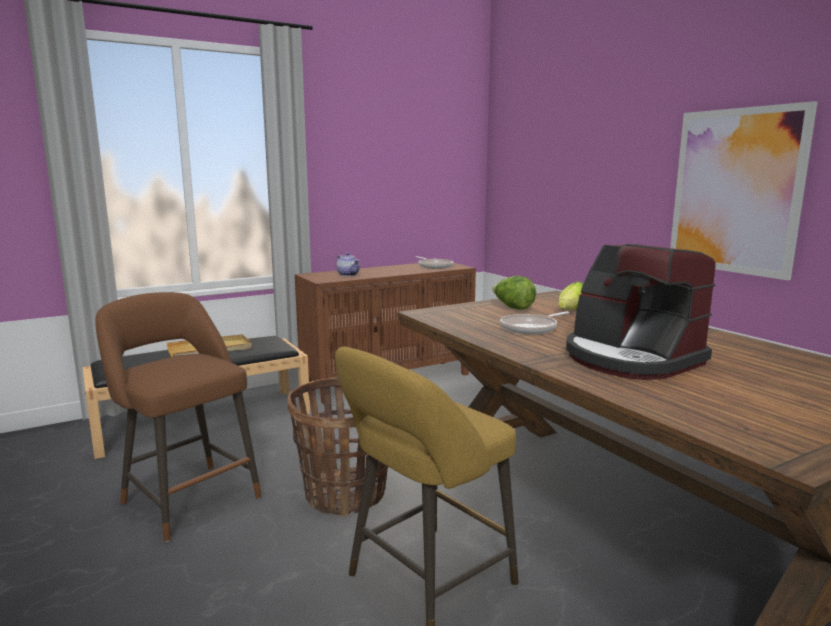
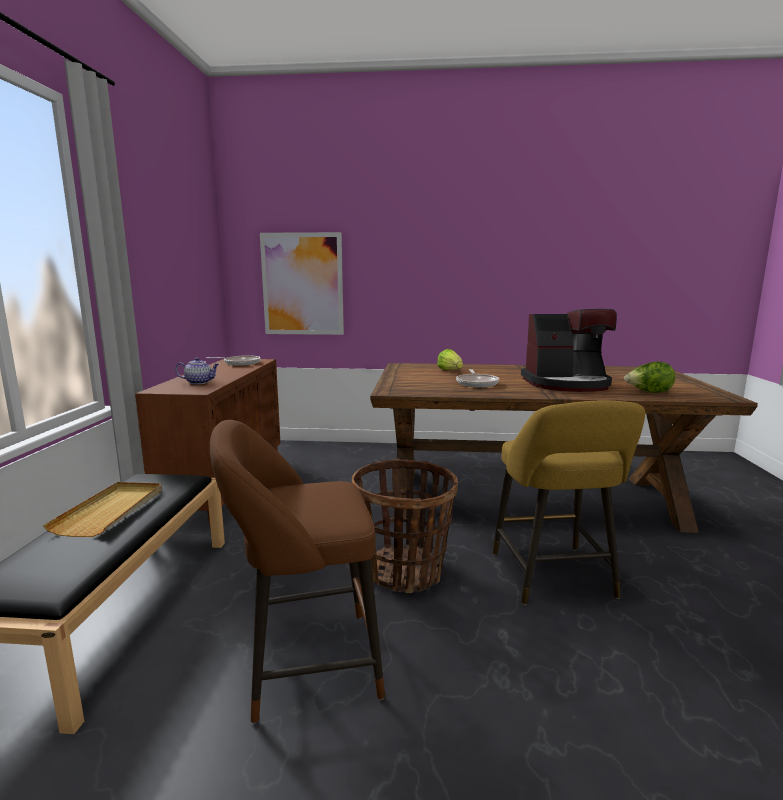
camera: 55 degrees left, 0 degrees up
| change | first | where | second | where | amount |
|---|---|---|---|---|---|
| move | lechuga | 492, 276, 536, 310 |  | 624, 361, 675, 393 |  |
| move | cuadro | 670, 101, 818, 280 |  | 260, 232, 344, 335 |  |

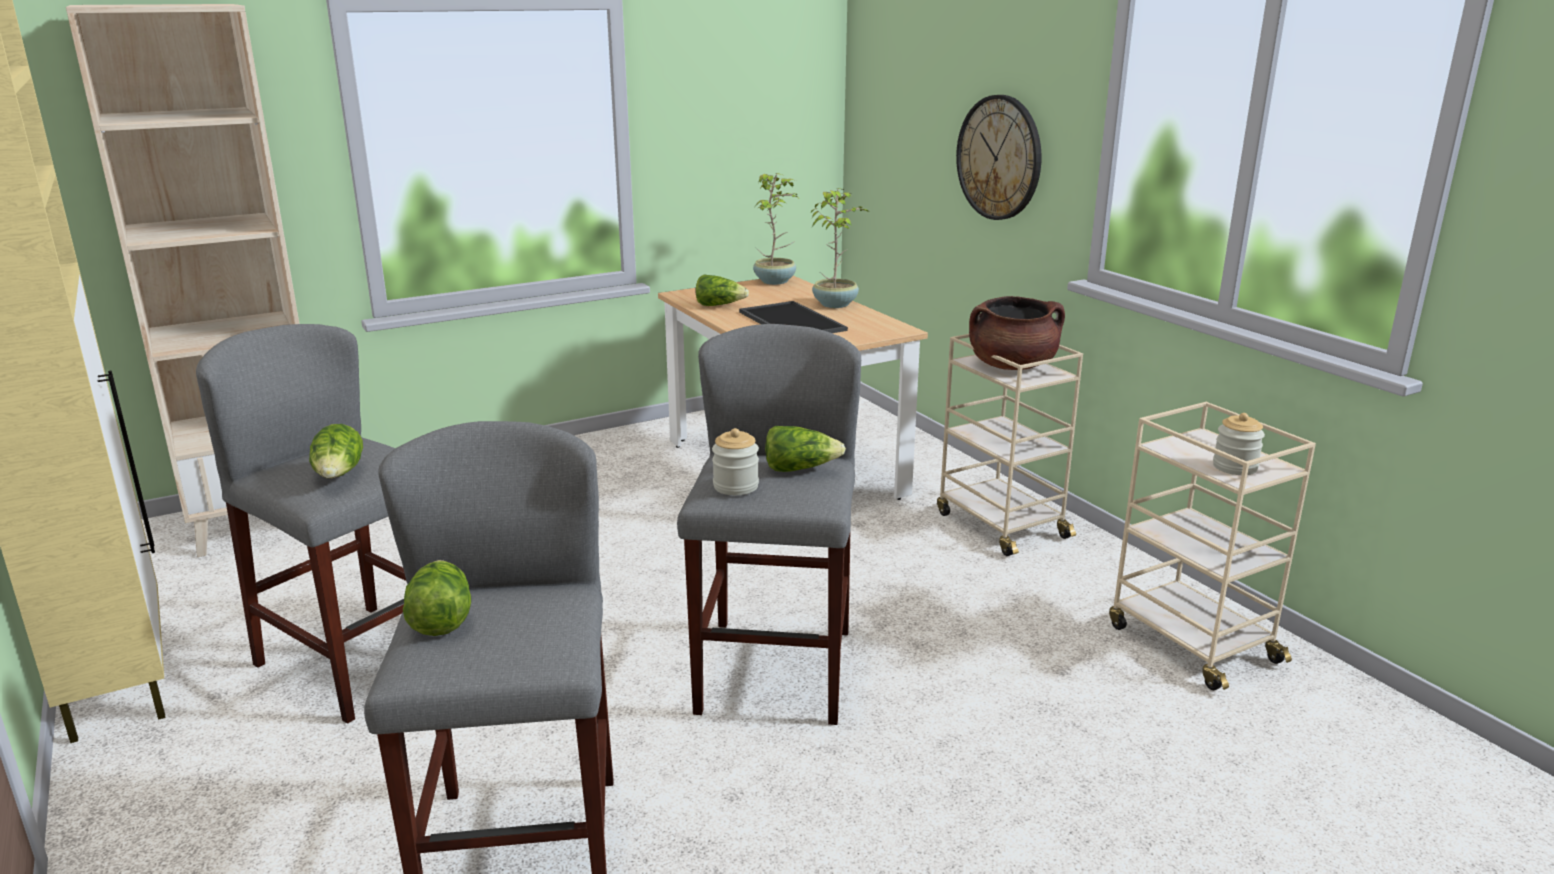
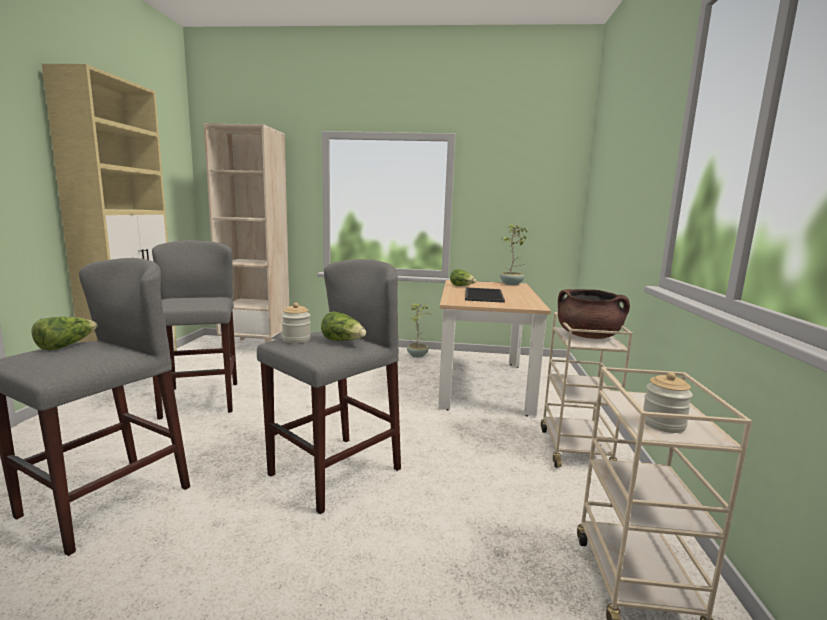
camera: 35 degrees right, 10 degrees down
| change | first | where | second | where | amount |
|---|---|---|---|---|---|
| delete | lechuga | 309, 424, 363, 479 |  |  |  |
| move | planta en maceta | 811, 188, 869, 308 |  | 407, 303, 432, 358 |  |
| delete | reloj de pared | 956, 95, 1041, 220 |  |  |  |

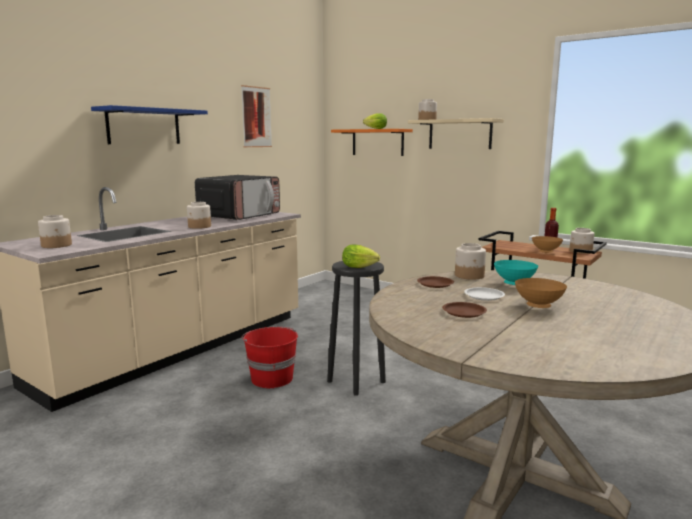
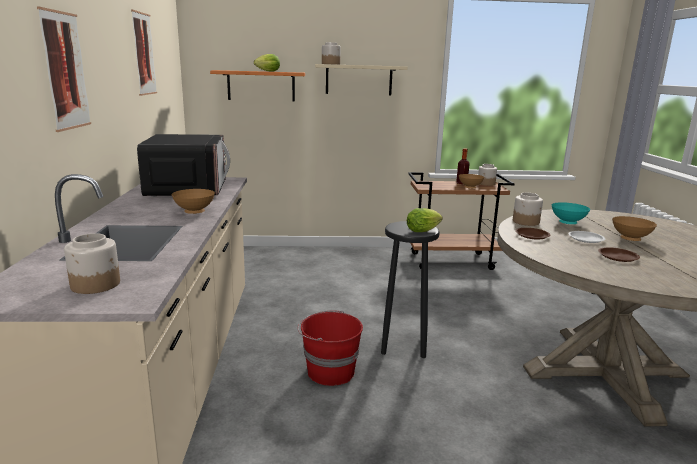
camera: 40 degrees left, 5 degrees up
| change | first | where | second | where | amount |
|---|---|---|---|---|---|
| replace | estante/azul | 91, 105, 208, 144 | cuadro | 37, 7, 91, 132 |  |
| replace | tarro | 187, 202, 211, 229 | cuenco/marrón | 171, 189, 215, 214 |  |

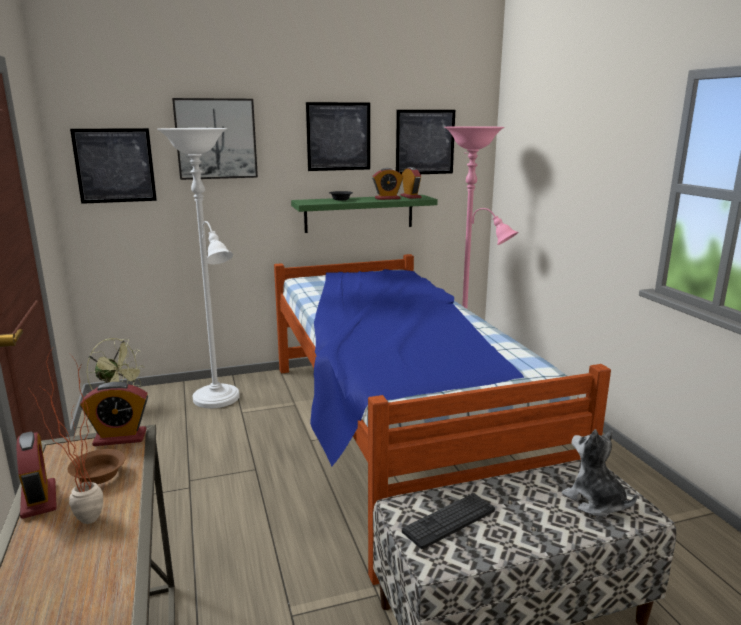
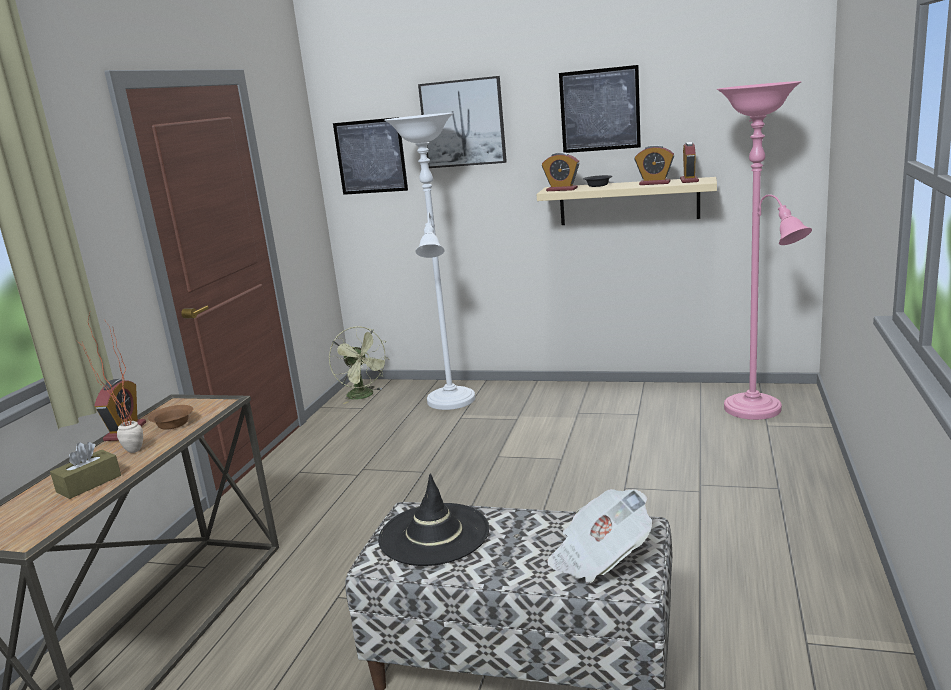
camera: 35 degrees right, 0 degrees up
| change | first | where | second | where | amount |
|---|---|---|---|---|---|
| move | despertador | 80, 382, 148, 446 |  | 542, 152, 580, 191 |  |
| delete | cama | 274, 254, 611, 585 |  |  |  |
| recolor | estante/verde | 291, 195, 438, 233 | estante/beis | 537, 177, 717, 225 |  |
| delete | cuadro | 396, 110, 455, 174 |  |  |  |
| replace | teclado | 402, 493, 495, 549 | sombrero/negro | 378, 473, 489, 566 |  |
| replace | peluche | 562, 429, 637, 517 | periódico | 547, 489, 652, 583 |  |
| insert |  |  | caja de pañuelos/marrón | 50, 442, 121, 499 |  |

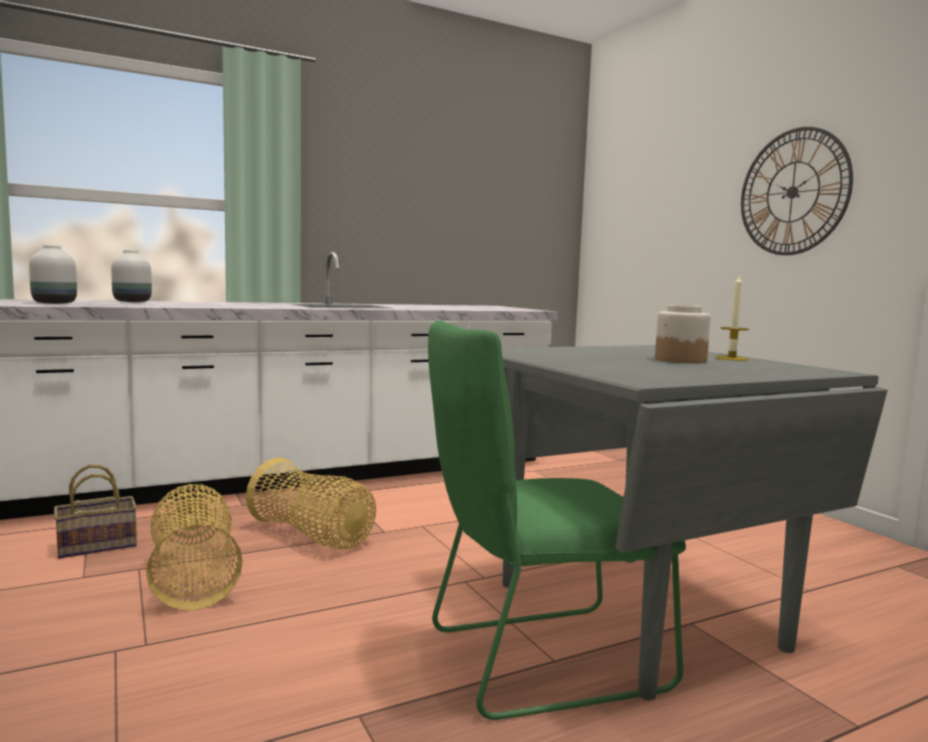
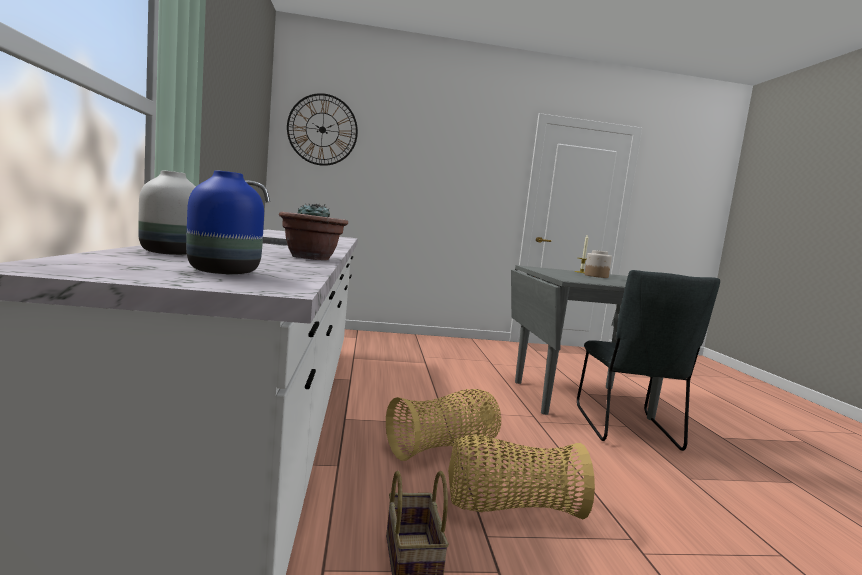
camera: 70 degrees left, 0 degrees up
| change | first | where | second | where | amount |
|---|---|---|---|---|---|
| recolor | florero/blanco | 29, 245, 77, 304 | florero/azul | 186, 170, 264, 274 |  |
| recolor | silla/verde | 428, 321, 686, 720 | silla/gris | 577, 270, 720, 451 |  |
| move | reloj de pared | 741, 127, 853, 255 |  | 287, 93, 358, 166 |  |
| insert |  |  | planta en maceta | 279, 203, 348, 260 |  |

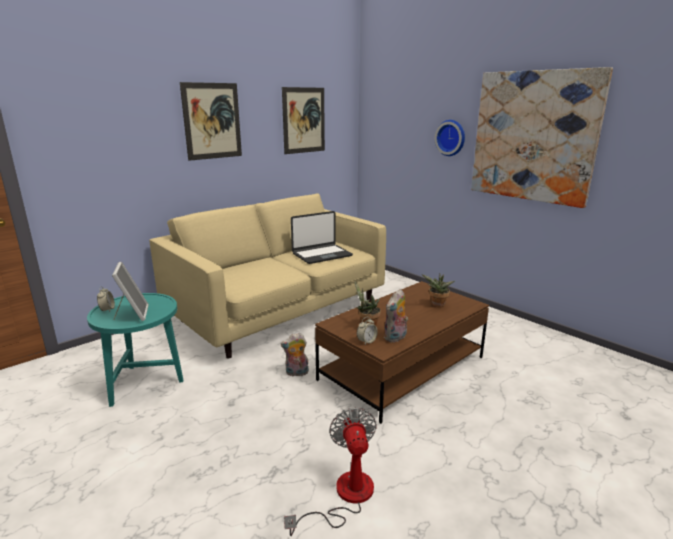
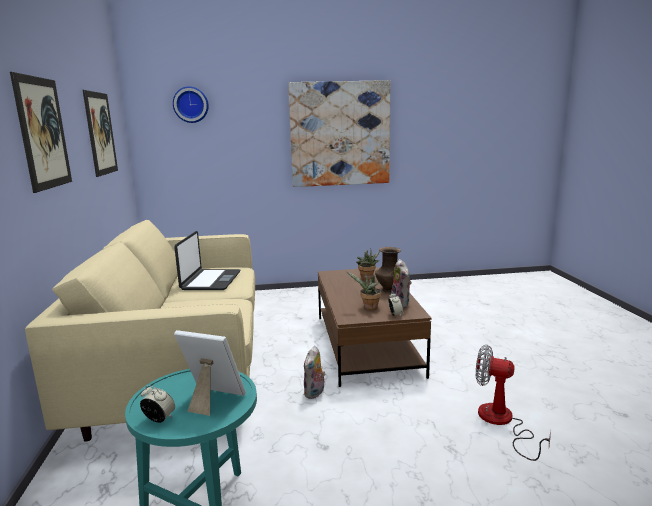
camera: 55 degrees left, 5 degrees down
| change | first | where | second | where | amount |
|---|---|---|---|---|---|
| move | reloj de pared | 435, 120, 465, 156 |  | 173, 86, 209, 123 |  |
| insert |  |  | florero/marrón | 375, 247, 401, 293 |  |

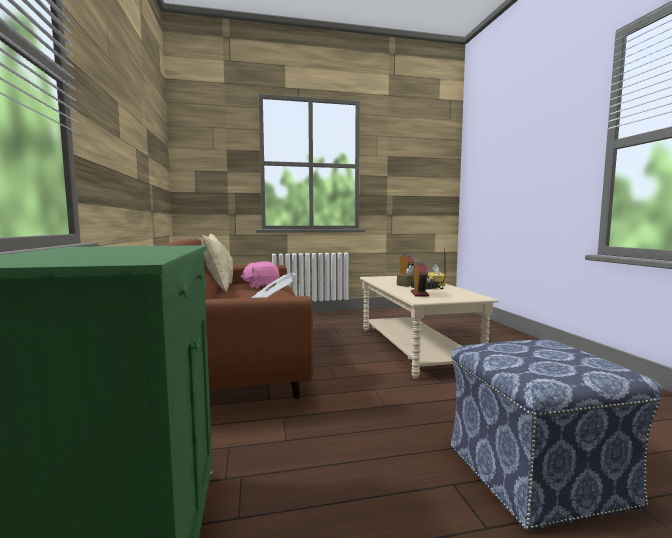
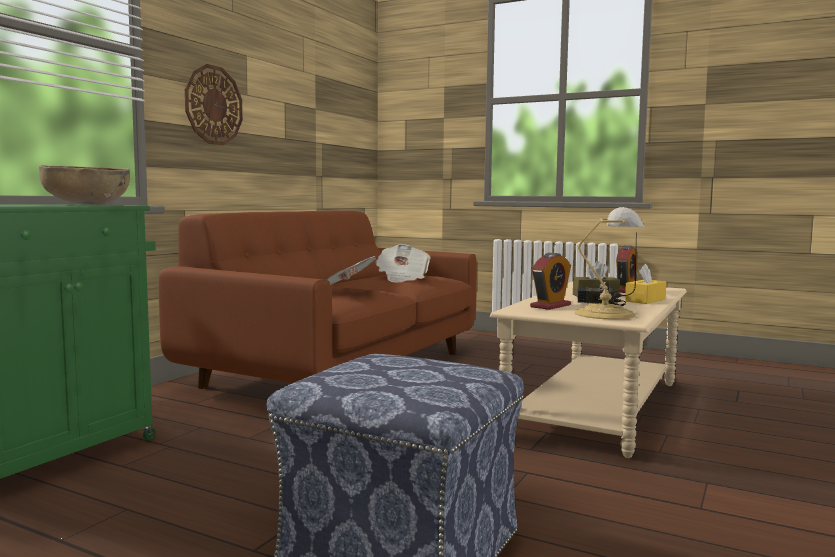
camera: 40 degrees right, 0 degrees up
| change | first | where | second | where | amount |
|---|---|---|---|---|---|
| delete | cojín/beis | 202, 233, 233, 292 |  |  |  |
| replace | peluche/rosa | 240, 261, 280, 289 | periódico | 375, 244, 431, 283 |  |
| insert |  |  | cuenco/marrón | 39, 165, 130, 205 |  |
| insert |  |  | reloj de pared | 185, 64, 243, 145 |  |
| insert |  |  | lámpara de mesa | 574, 207, 644, 320 |  |

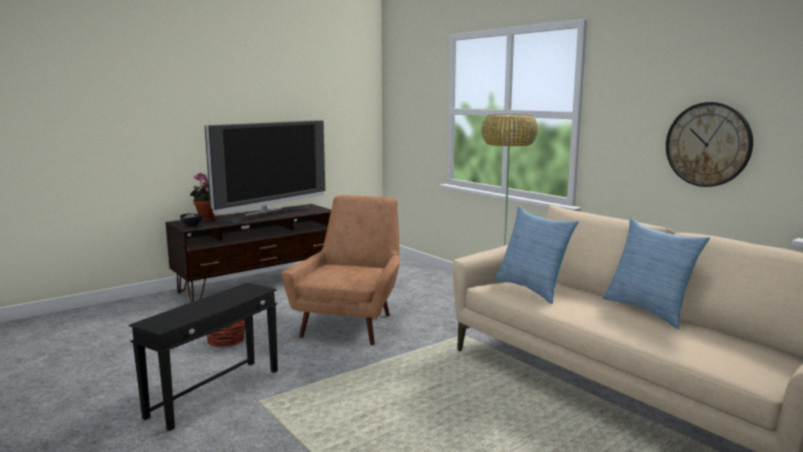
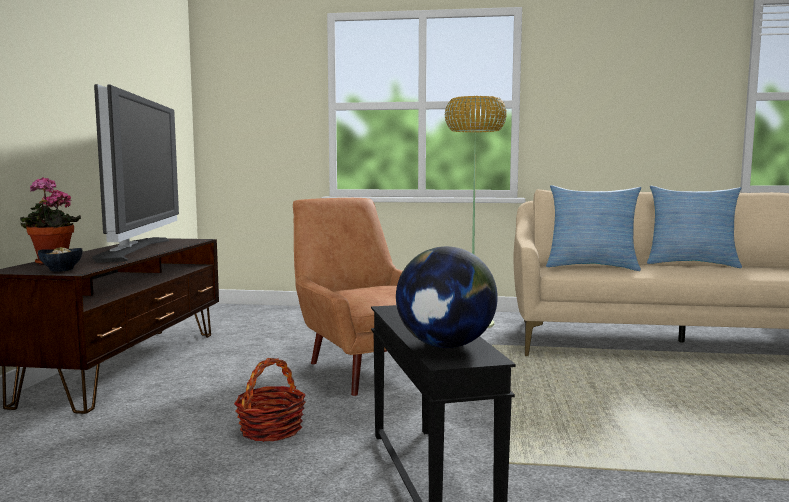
camera: 45 degrees left, 5 degrees down
| change | first | where | second | where | amount |
|---|---|---|---|---|---|
| delete | reloj de pared | 666, 102, 753, 187 |  |  |  |
| insert |  |  | globo terráqueo | 396, 246, 498, 348 |  |

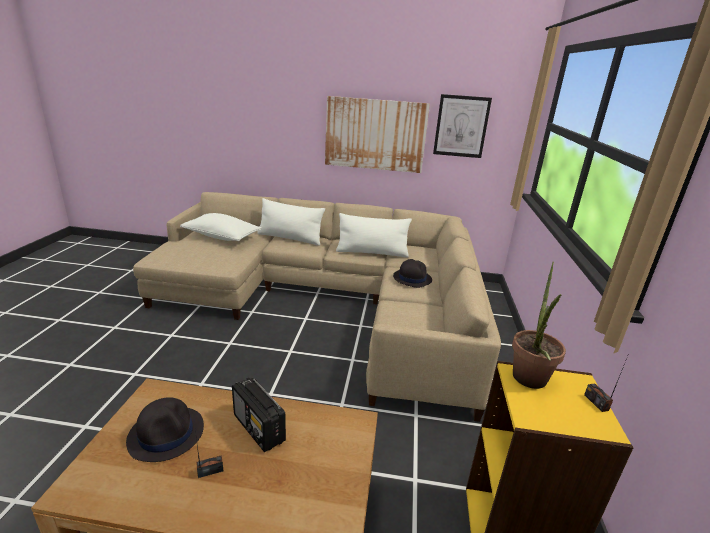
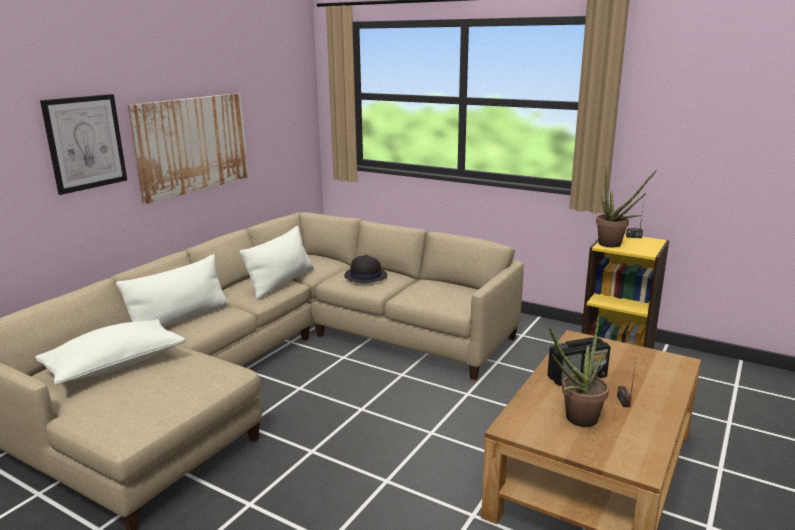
camera: 65 degrees left, 5 degrees down
| change | first | where | second | where | amount |
|---|---|---|---|---|---|
| replace | sombrero/negro | 126, 397, 204, 462 | planta en maceta | 549, 311, 609, 427 |  |
| move | cuadro | 433, 94, 492, 158 |  | 40, 94, 127, 195 |  |

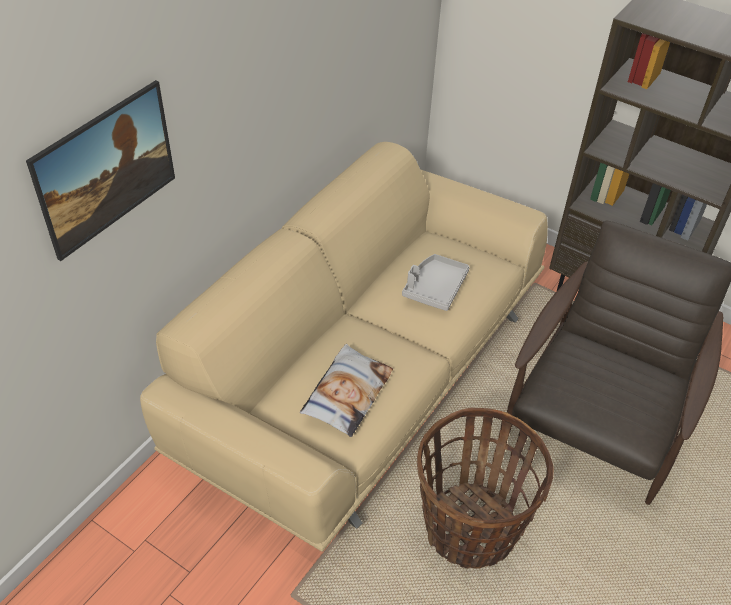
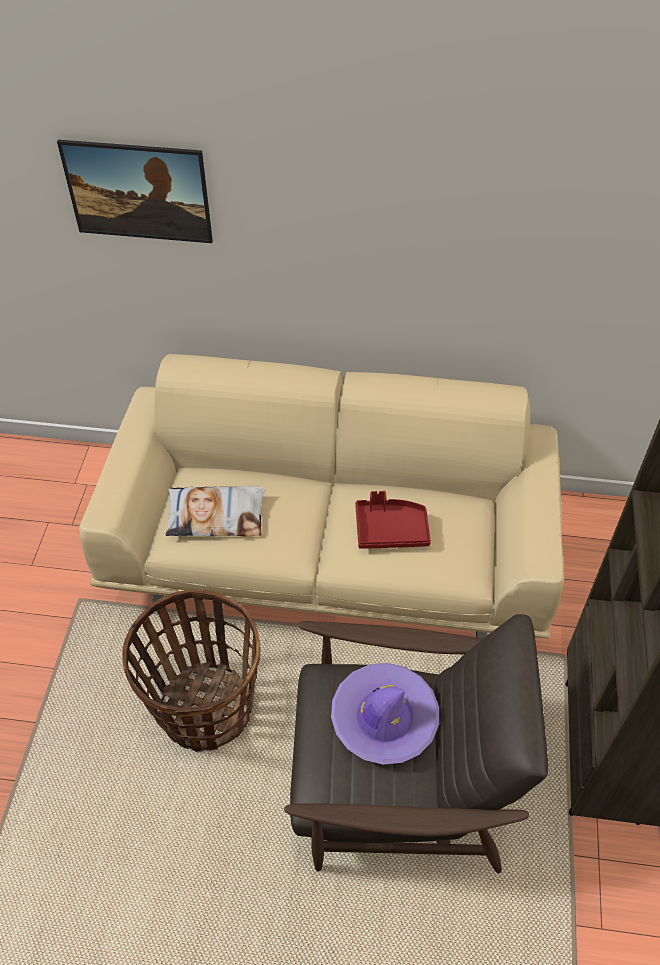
camera: 65 degrees right, 5 degrees up
| change | first | where | second | where | amount |
|---|---|---|---|---|---|
| recolor | bandeja/gris | 402, 254, 470, 311 | bandeja/rojo | 355, 491, 431, 549 |  |
| insert |  |  | sombrero/morado | 331, 663, 439, 765 |  |

